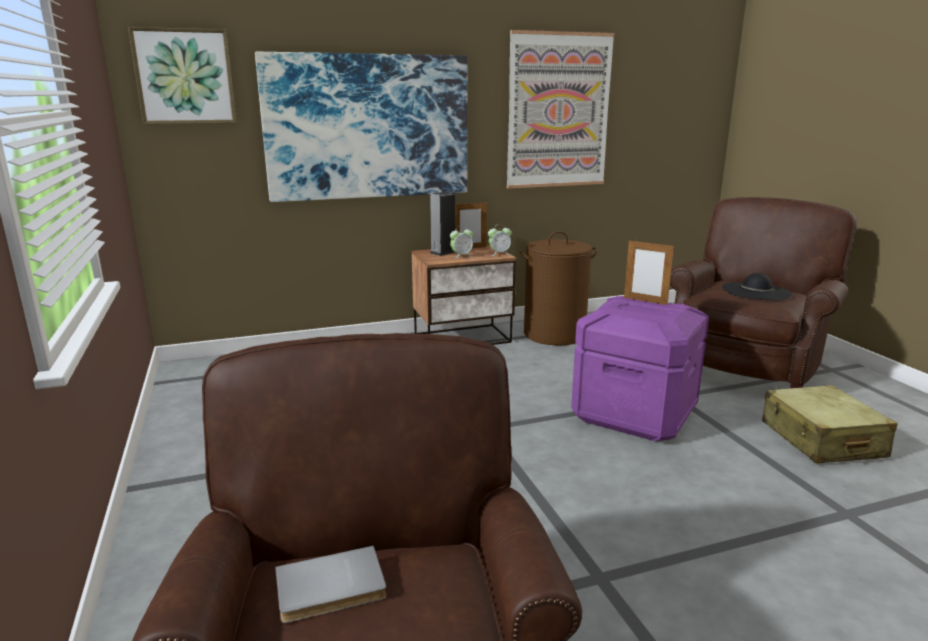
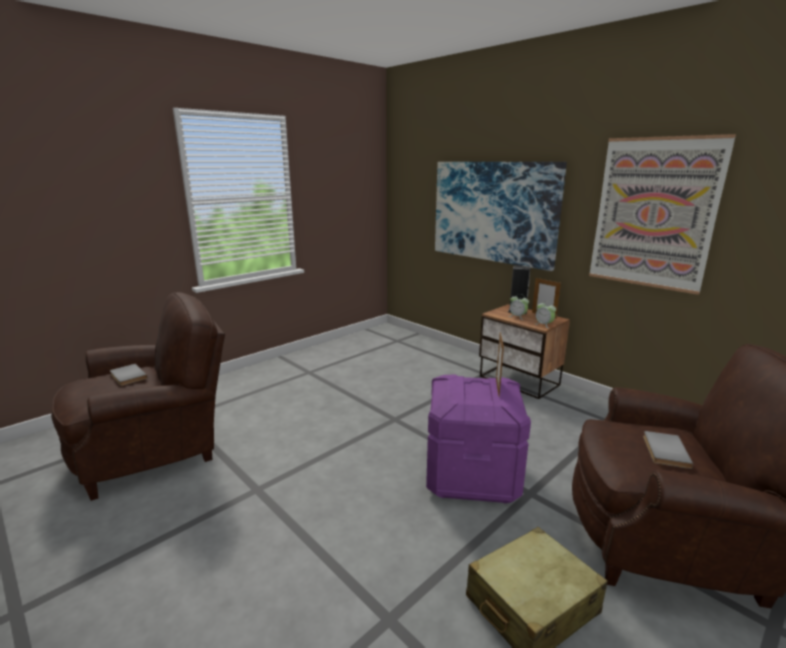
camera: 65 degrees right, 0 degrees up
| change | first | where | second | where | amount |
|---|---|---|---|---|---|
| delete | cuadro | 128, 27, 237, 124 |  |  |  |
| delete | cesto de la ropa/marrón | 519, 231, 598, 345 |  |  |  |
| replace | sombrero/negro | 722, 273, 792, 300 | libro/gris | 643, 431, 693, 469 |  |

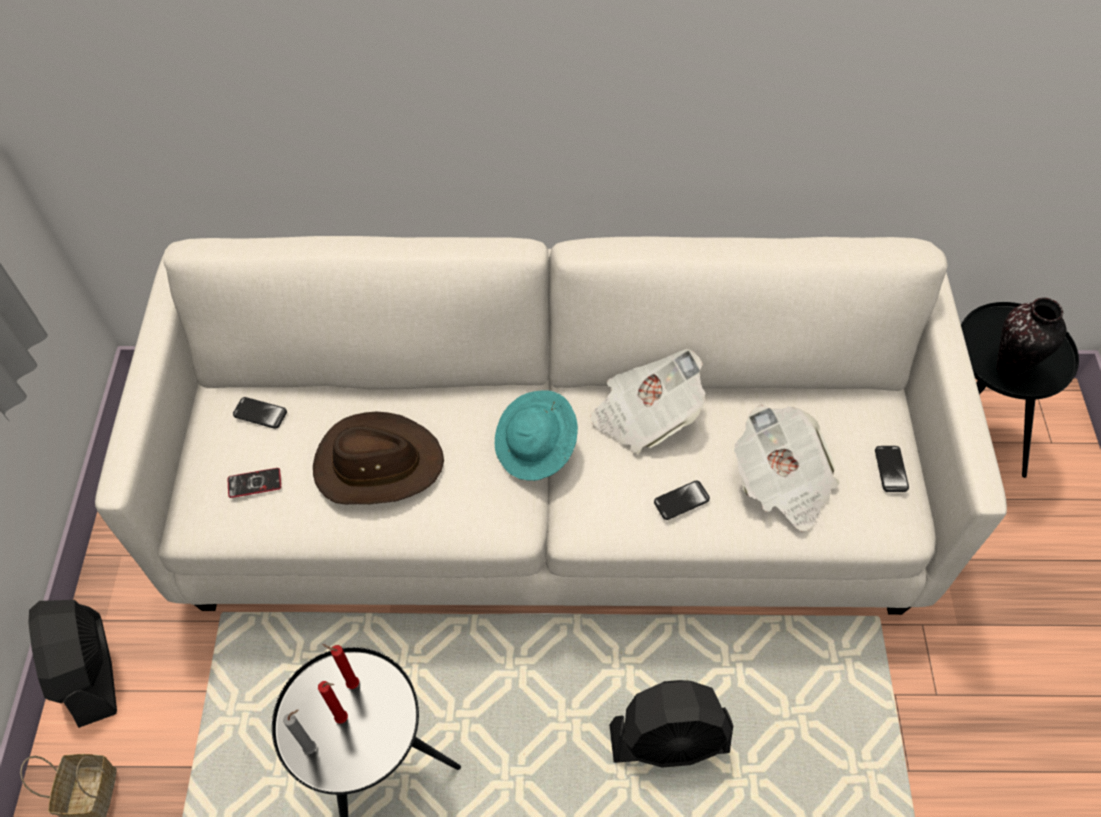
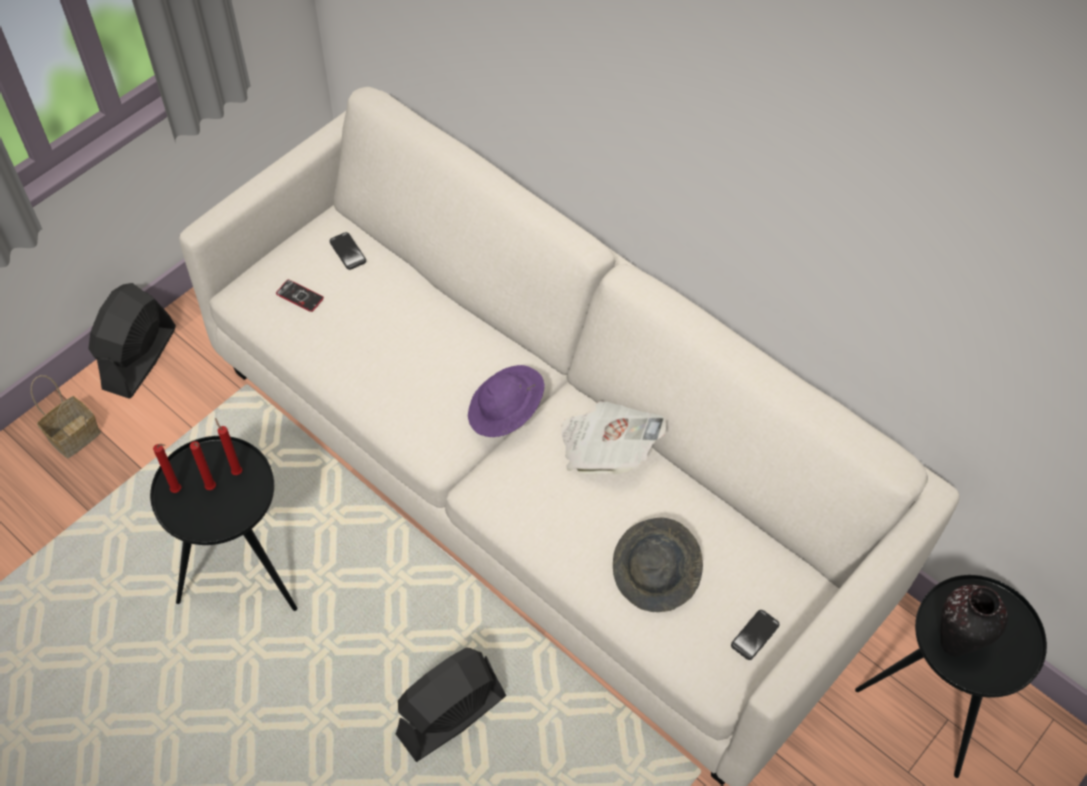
camera: 40 degrees right, 0 degrees up
| change | first | where | second | where | amount |
|---|---|---|---|---|---|
| recolor | vela/gris | 283, 709, 316, 754 | vela/rojo | 153, 444, 181, 493 |  |
| delete | sombrero/marrón | 313, 411, 444, 504 |  |  |  |
| recolor | sombrero/turquesa | 495, 390, 578, 481 | sombrero/morado | 468, 365, 545, 437 |  |
| rotate | ventilador/negro | 610, 680, 733, 768 |  | 396, 647, 506, 762 | 105 degrees clockwise |
| delete | móvil | 654, 480, 710, 520 |  |  |  |
| replace | periódico | 734, 405, 839, 531 | sombrero/gris | 613, 518, 703, 612 |  |

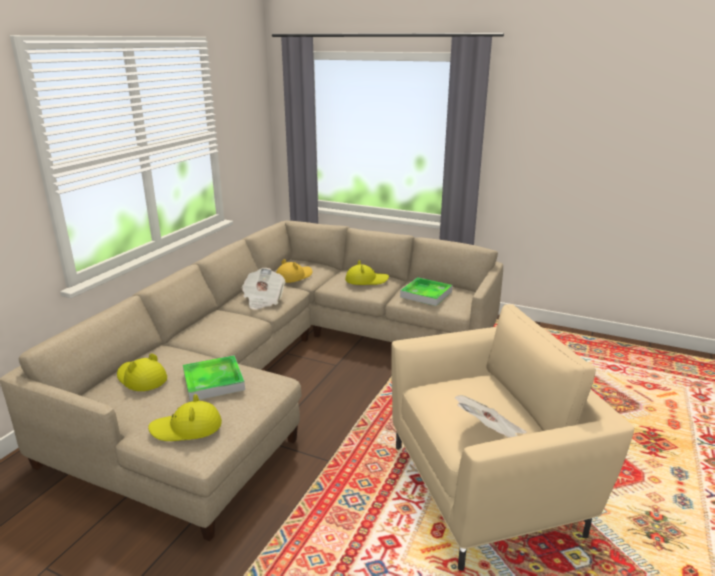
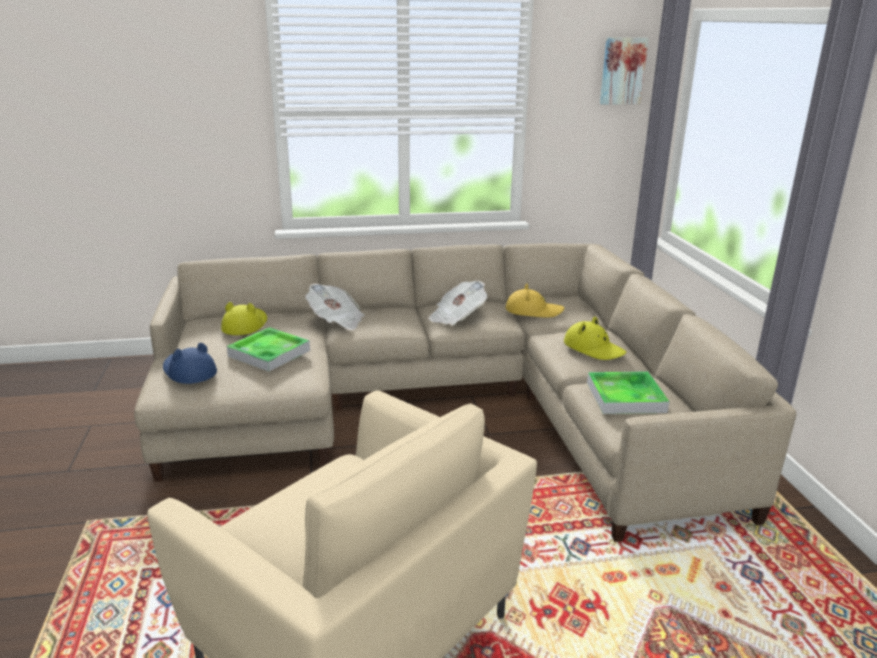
camera: 55 degrees right, 0 degrees up
| change | first | where | second | where | amount |
|---|---|---|---|---|---|
| recolor | sombrero/amarillo | 148, 394, 222, 441 | sombrero/azul | 163, 343, 217, 384 |  |
| move | periódico | 455, 395, 527, 438 |  | 306, 284, 365, 330 |  |
| insert |  |  | cuadro | 600, 37, 648, 105 |  |

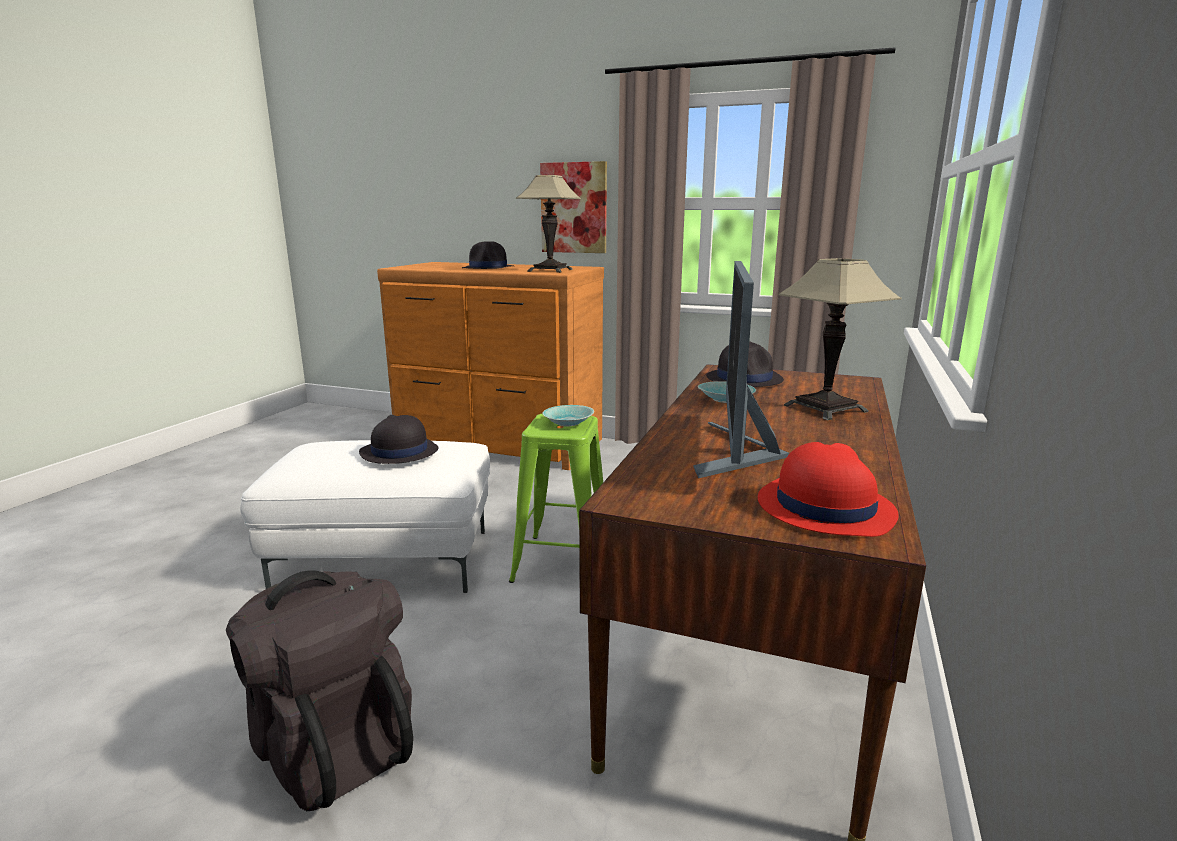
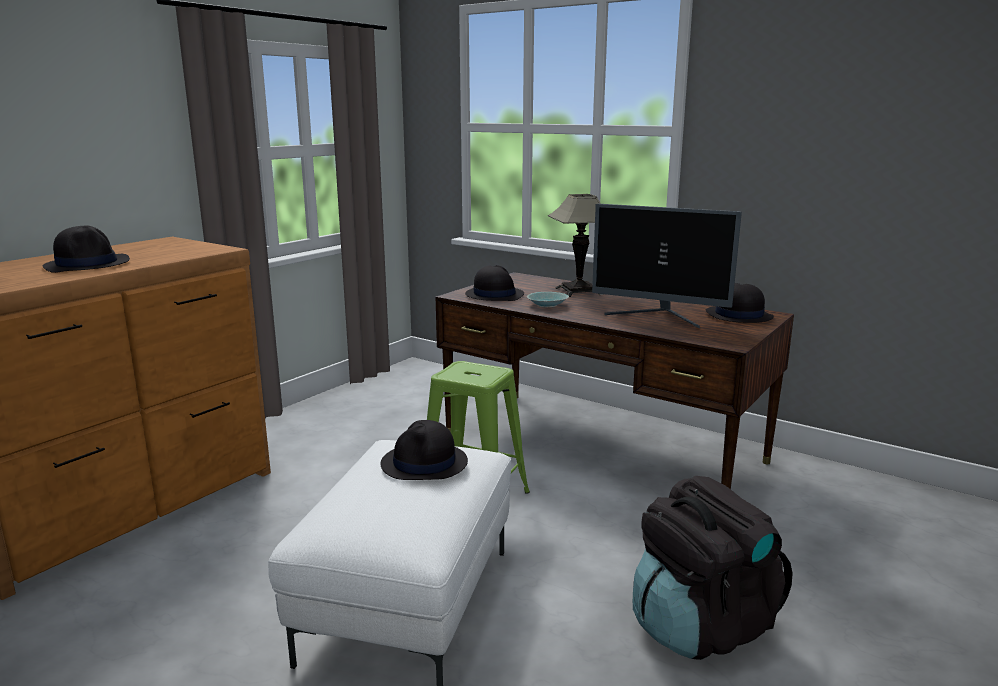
camera: 75 degrees left, 0 degrees up
| change | first | where | second | where | amount |
|---|---|---|---|---|---|
| delete | lámpara de mesa | 516, 175, 581, 273 |  |  |  |
| delete | cuadro | 540, 161, 607, 253 |  |  |  |
| delete | cuenco/turquesa | 543, 405, 594, 427 |  |  |  |
| recolor | sombrero/rojo | 758, 442, 899, 537 | sombrero/negro | 705, 283, 774, 323 |  |

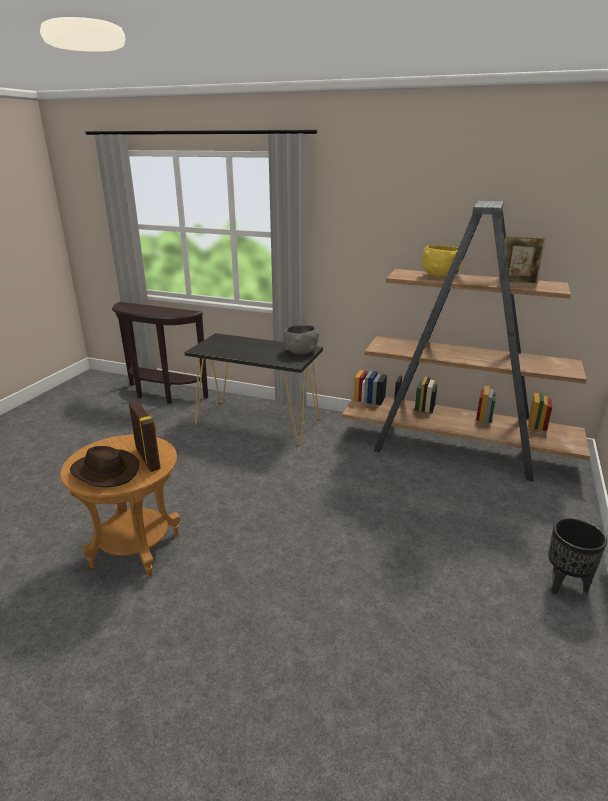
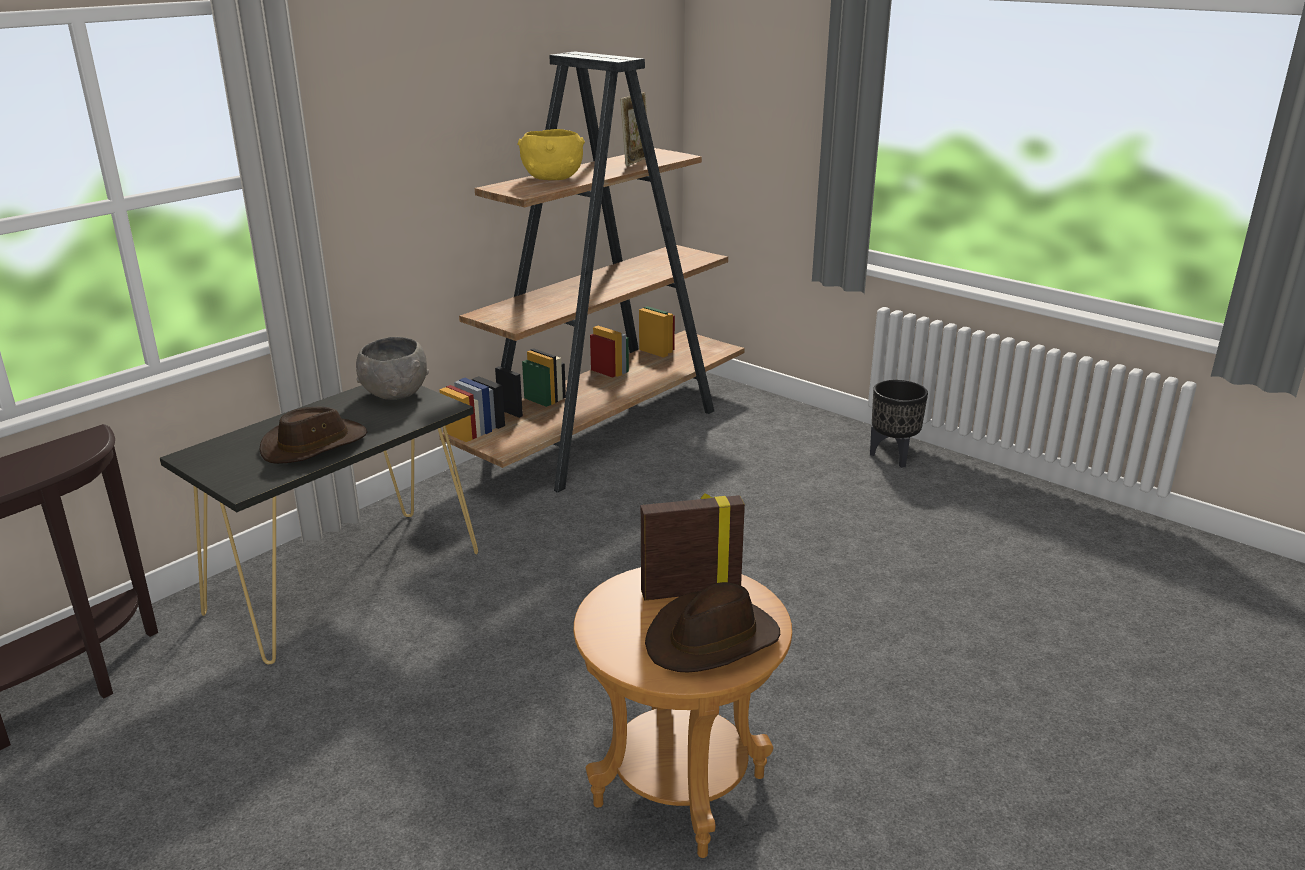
camera: 70 degrees left, 0 degrees up
| change | first | where | second | where | amount |
|---|---|---|---|---|---|
| insert |  |  | sombrero/marrón | 260, 407, 367, 464 |  |

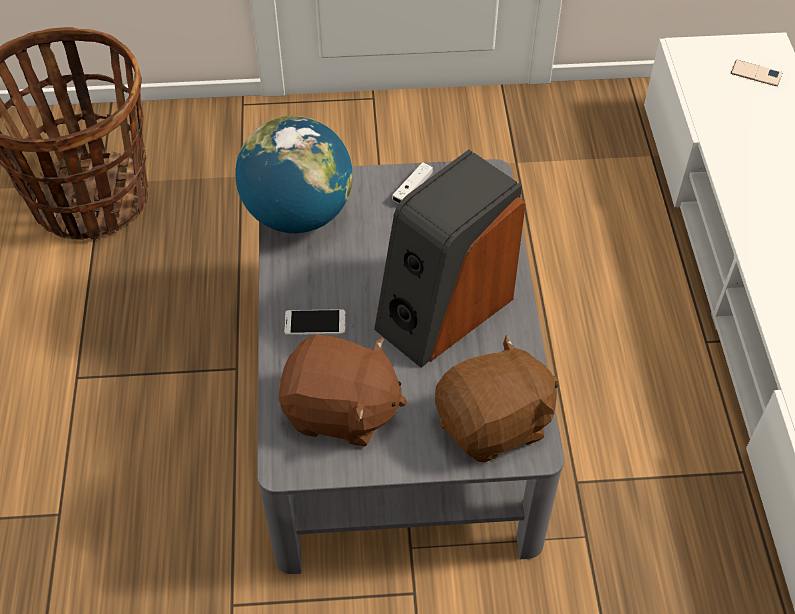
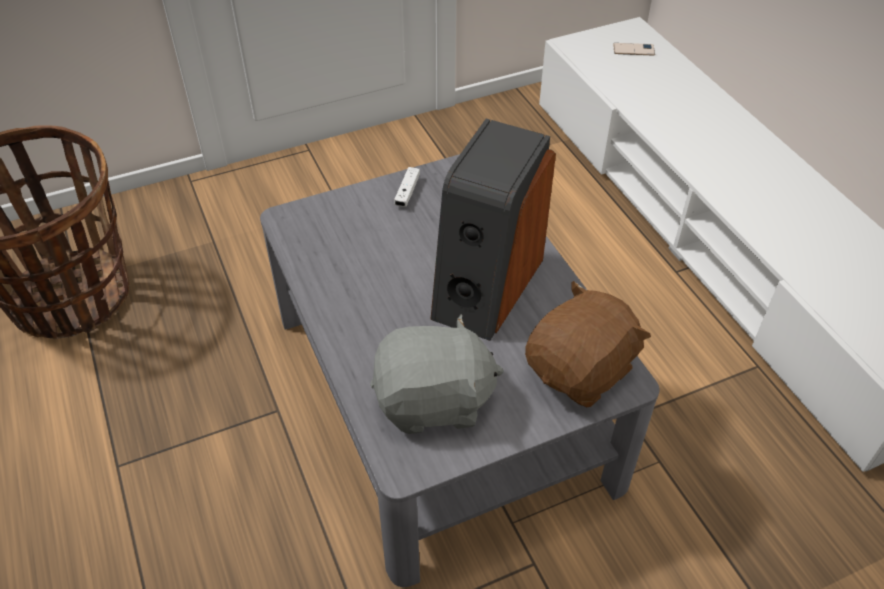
camera: 20 degrees left, 5 degrees down
| change | first | where | second | where | amount |
|---|---|---|---|---|---|
| delete | globo terráqueo | 235, 116, 353, 233 |  |  |  |
| recolor | peluche/marrón | 279, 335, 407, 446 | peluche/gris | 370, 314, 504, 434 |  |
| delete | móvil | 284, 309, 346, 335 |  |  |  |

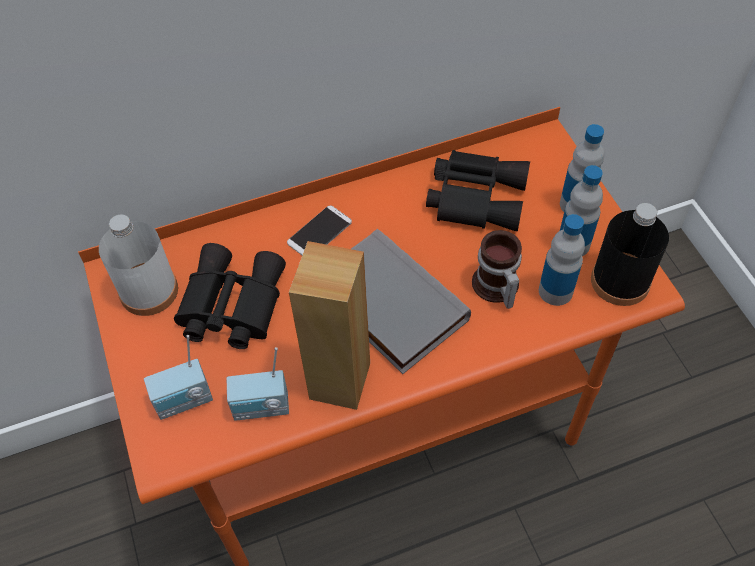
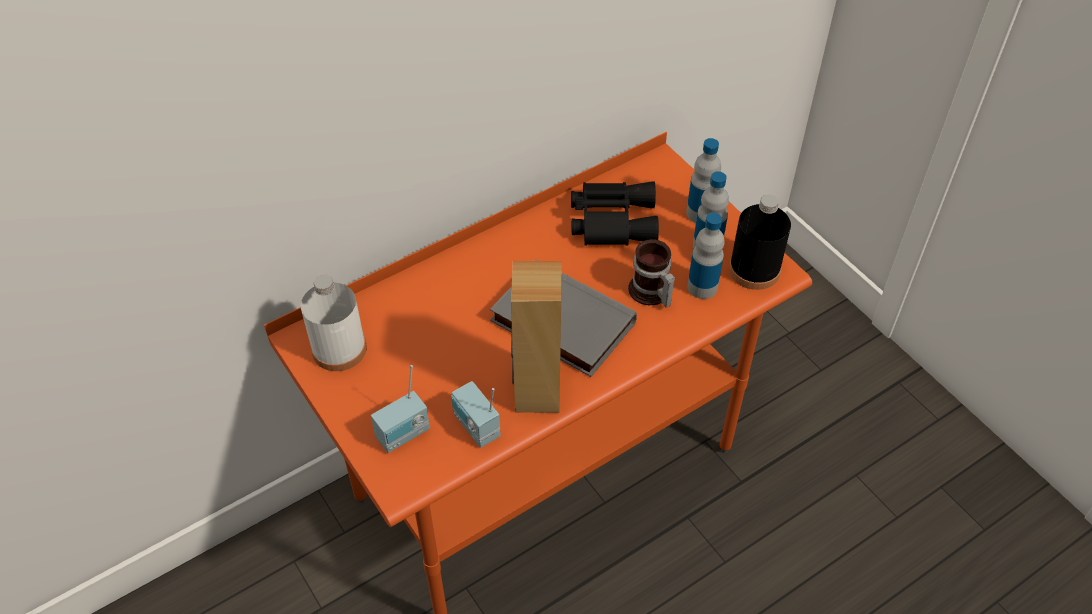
camera: 15 degrees left, 5 degrees down
| change | first | where | second | where | amount |
|---|---|---|---|---|---|
| delete | prismáticos/negro | 174, 243, 286, 349 |  |  |  |
| rotate | radio | 227, 347, 289, 421 |  | 451, 381, 501, 448 | 75 degrees clockwise |
| delete | móvil | 287, 206, 352, 255 |  |  |  |

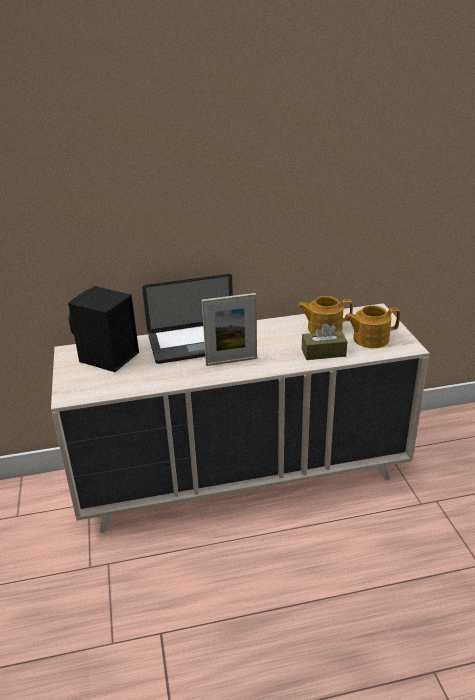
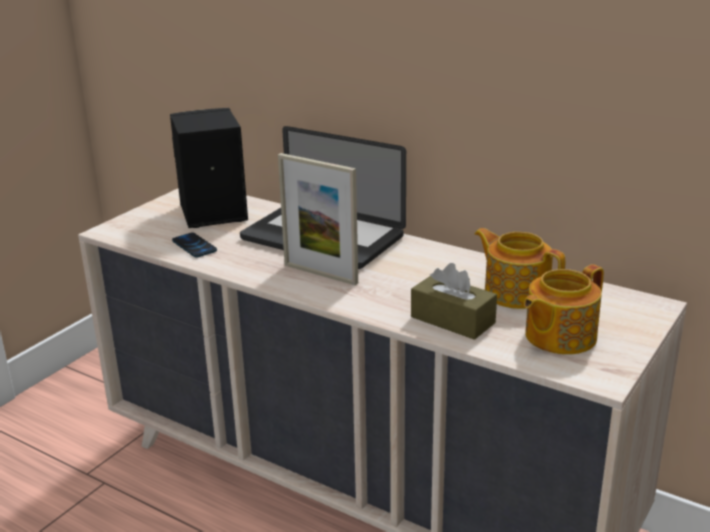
camera: 45 degrees right, 5 degrees down
| change | first | where | second | where | amount |
|---|---|---|---|---|---|
| rotate | tetera | 345, 305, 400, 348 |  | 524, 264, 604, 355 | 75 degrees counterclockwise |
| insert |  |  | móvil | 172, 232, 217, 258 |  |

